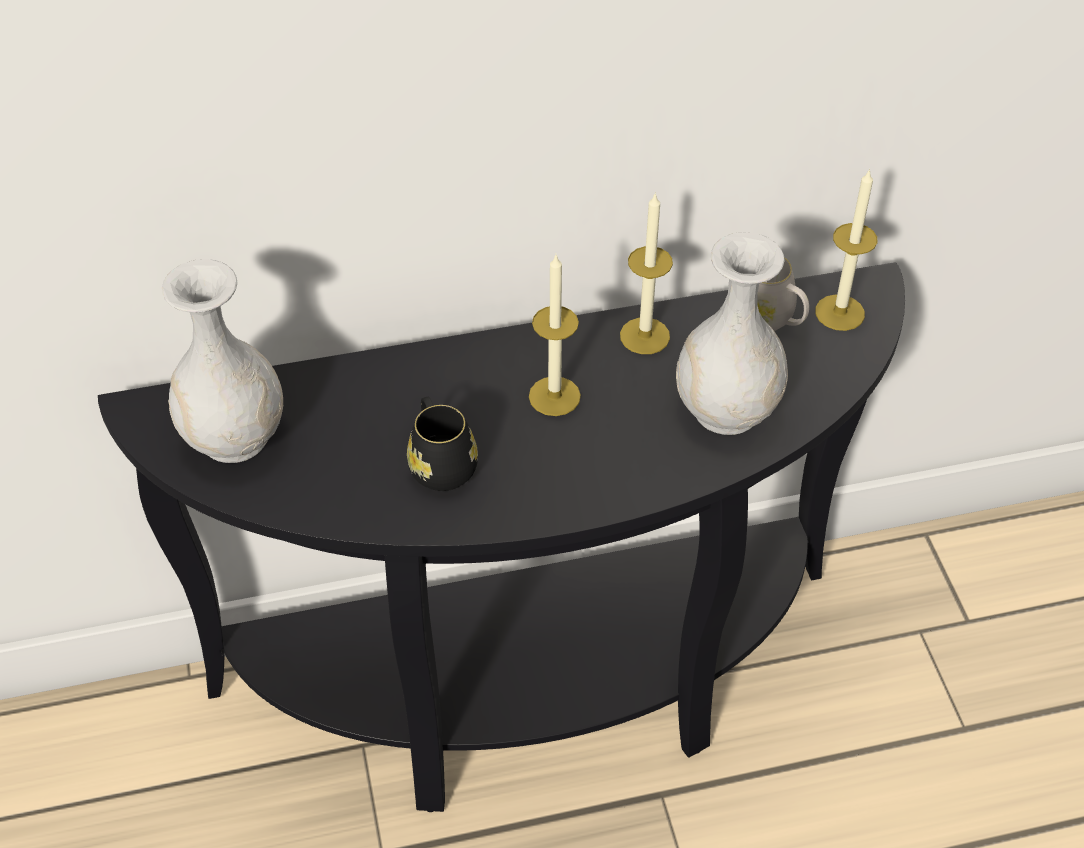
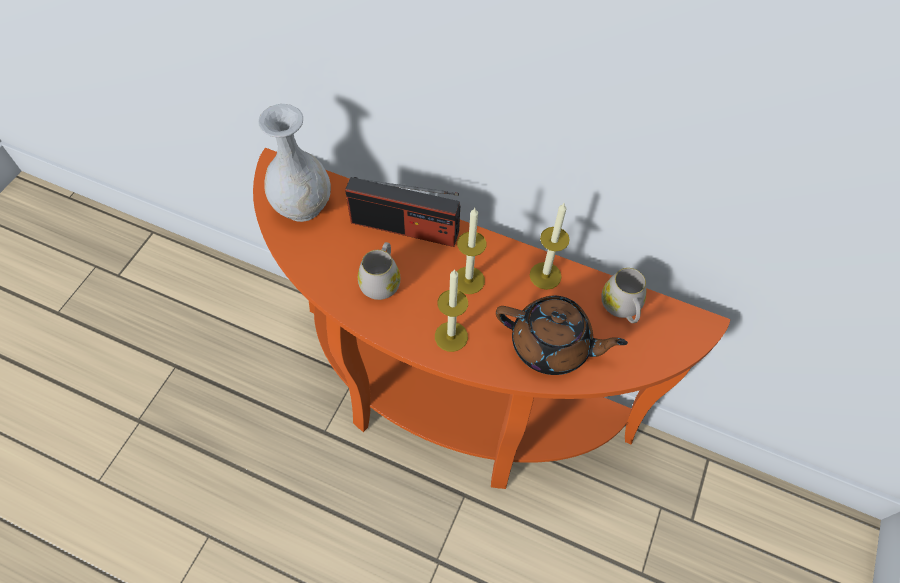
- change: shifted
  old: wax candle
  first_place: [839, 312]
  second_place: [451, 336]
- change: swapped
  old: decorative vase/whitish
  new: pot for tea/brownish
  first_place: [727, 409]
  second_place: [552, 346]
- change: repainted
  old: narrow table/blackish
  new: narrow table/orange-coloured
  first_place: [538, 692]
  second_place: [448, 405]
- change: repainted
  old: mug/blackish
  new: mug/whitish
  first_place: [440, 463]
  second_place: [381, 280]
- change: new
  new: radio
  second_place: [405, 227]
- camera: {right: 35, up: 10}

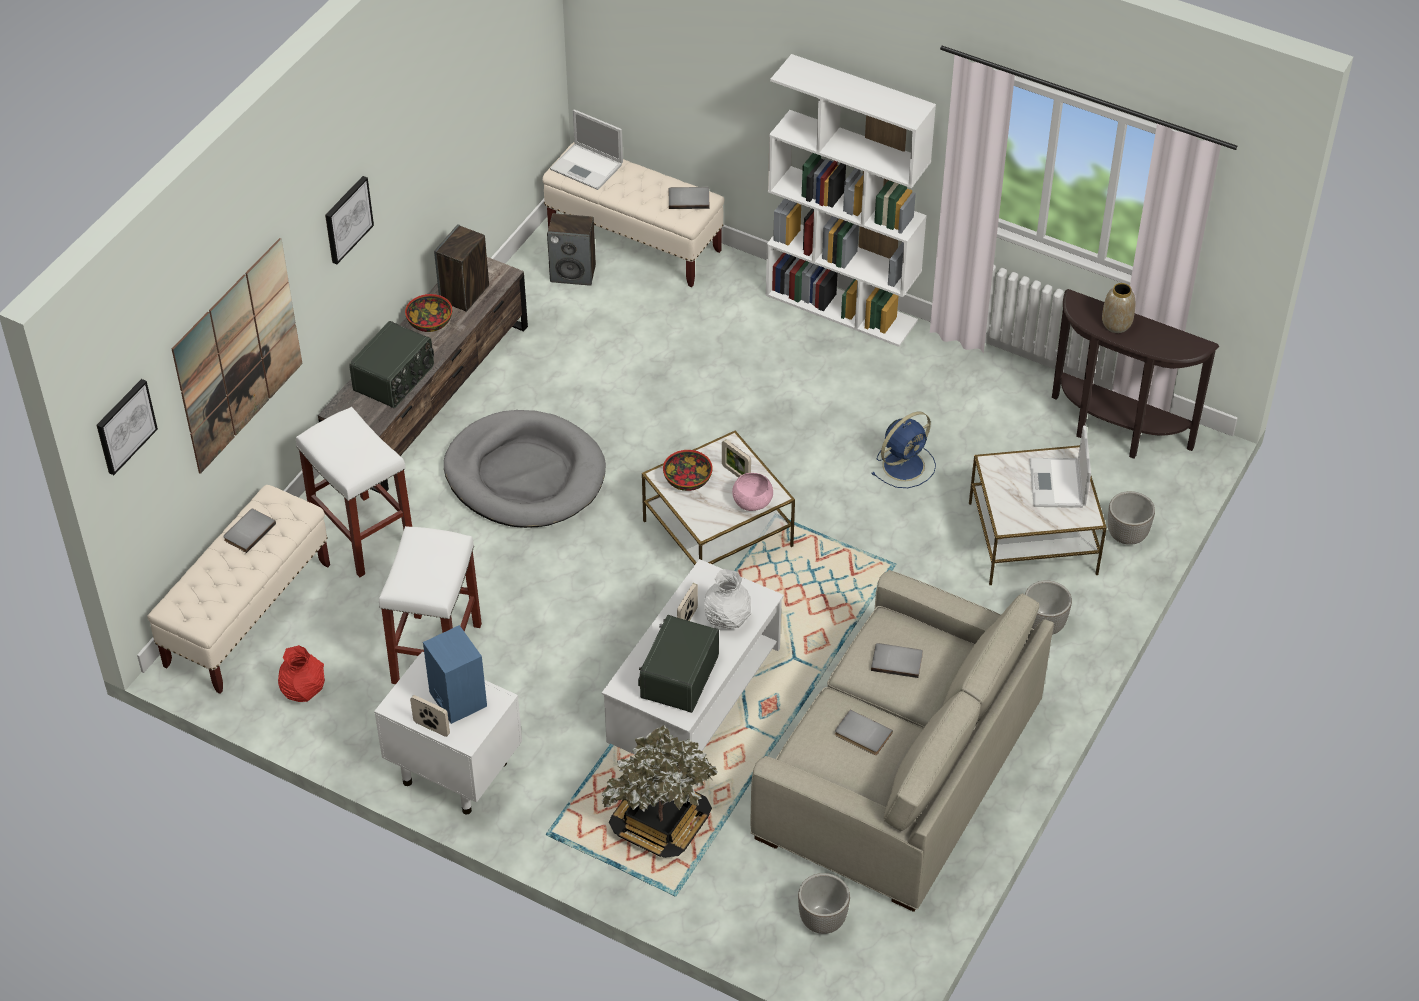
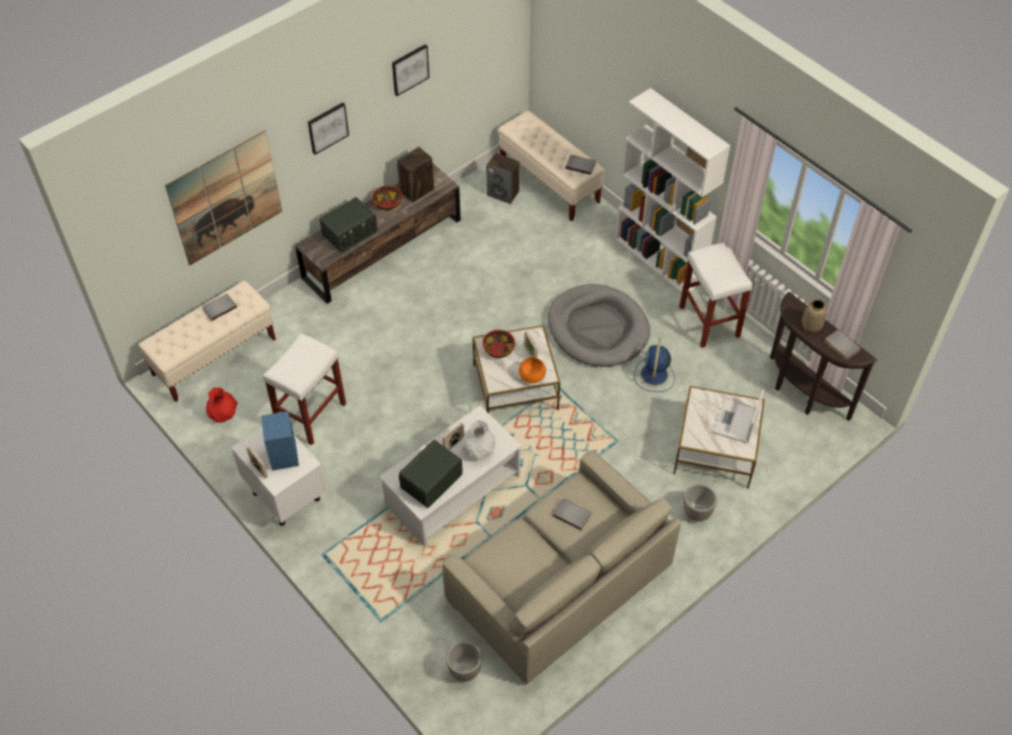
- change: gone
  old: laptop
  first_place: [588, 167]
- change: shifted
  old: picture
  first_place: [125, 426]
  second_place: [409, 69]
- change: shifted
  old: stool seat/whitish
  first_place: [364, 536]
  second_place: [710, 322]
- change: shifted
  old: dog bed/gray
  first_place: [525, 475]
  second_place: [597, 329]
- change: rotated
  old: cooling fan/blue
  first_place: [905, 464]
  second_place: [654, 375]
  degrees: 120
- change: repainted
  old: deep dish/pinkish
  new: deep dish/orange-coloured
  first_place: [752, 503]
  second_place: [532, 377]
- change: gone
  old: flower pot
  first_place: [1127, 536]
- change: shifted
  old: book/gray
  first_place: [862, 735]
  second_place: [841, 346]
- change: gone
  old: plant in a pot
  first_place: [661, 824]
- camera: {right: 20, up: 5}

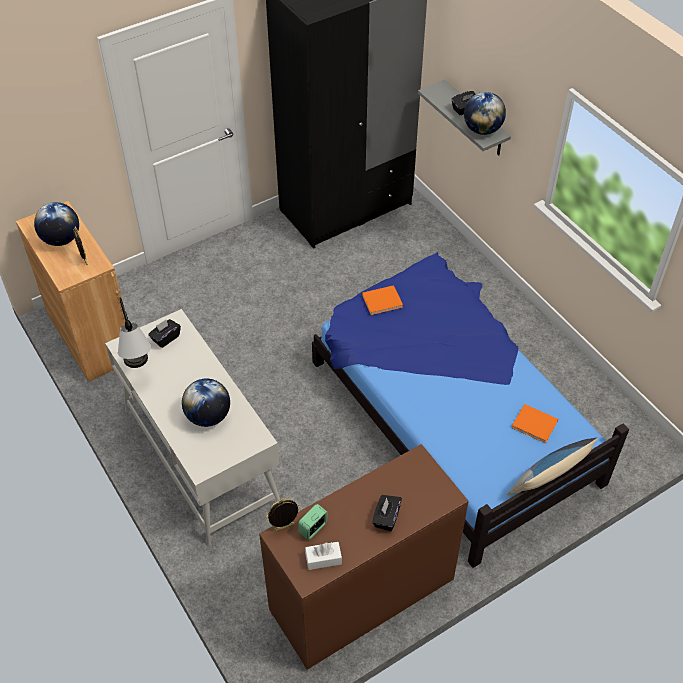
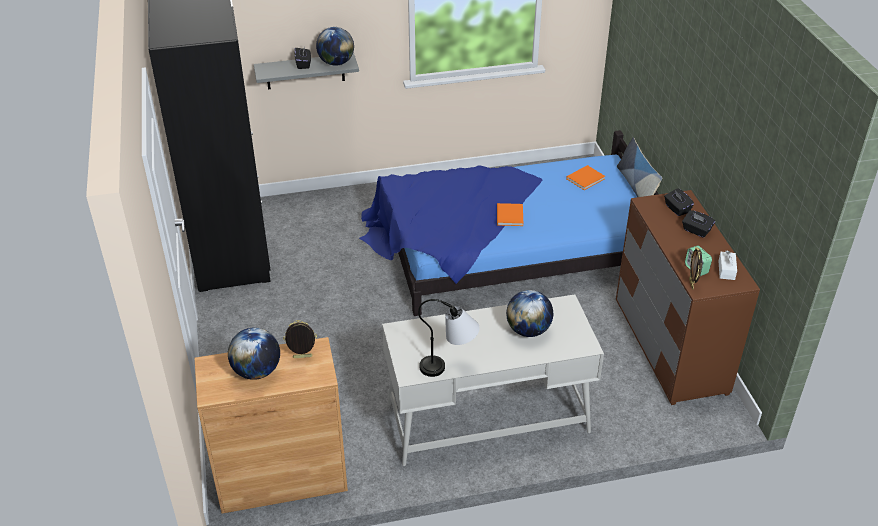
- change: shifted
  old: book/orange-coloured
  first_place: [383, 301]
  second_place: [509, 215]
- change: shifted
  old: tissue holder/blackish
  first_place: [166, 338]
  second_place: [677, 209]
- camera: {right: -70, up: -10}

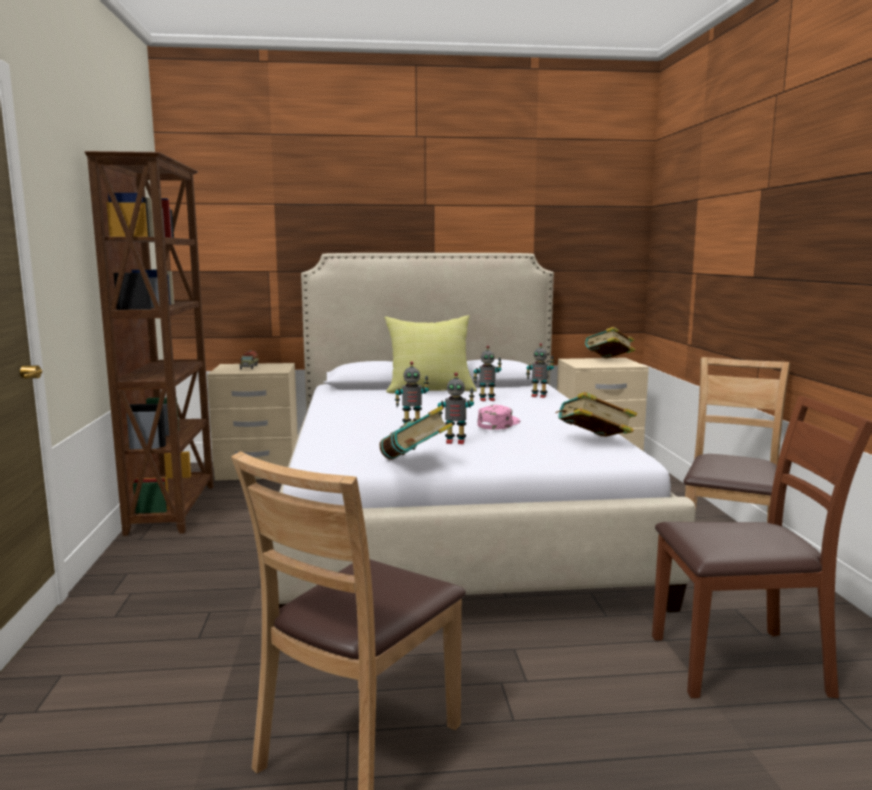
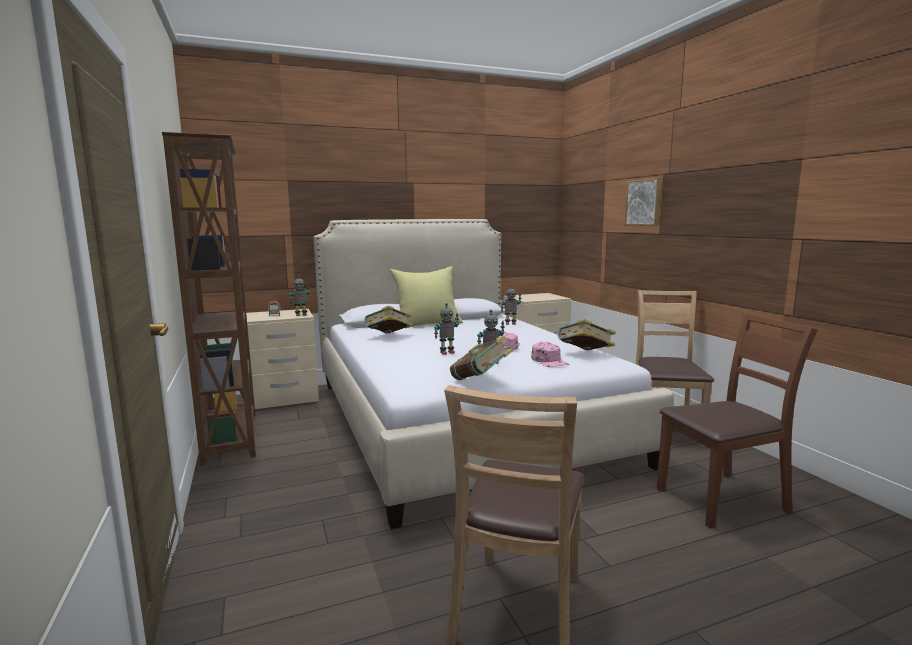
- change: shifted
  old: book
  first_place: [609, 361]
  second_place: [388, 337]
- change: shifted
  old: model robot
  first_place: [487, 399]
  second_place: [301, 315]
- change: new
  new: picture
  second_place: [645, 202]
- change: new
  new: peaked cap/pinkish
  second_place: [549, 361]
- camera: {right: -15, up: 0}

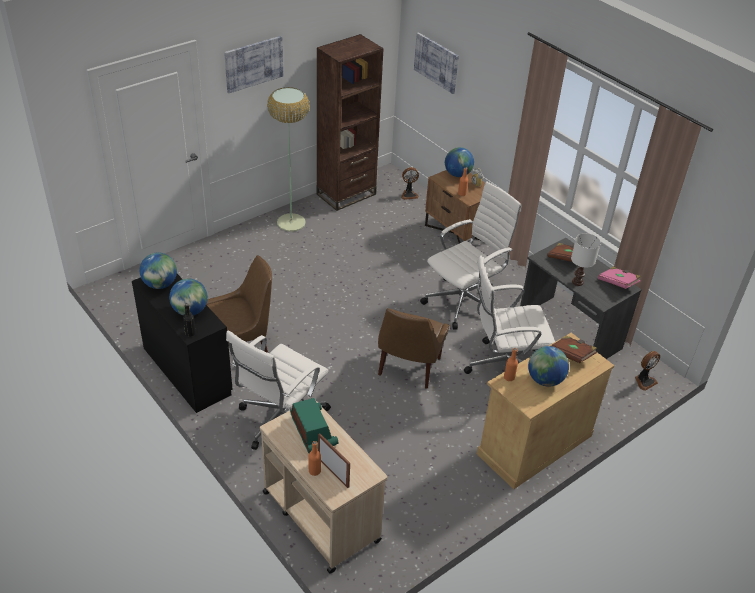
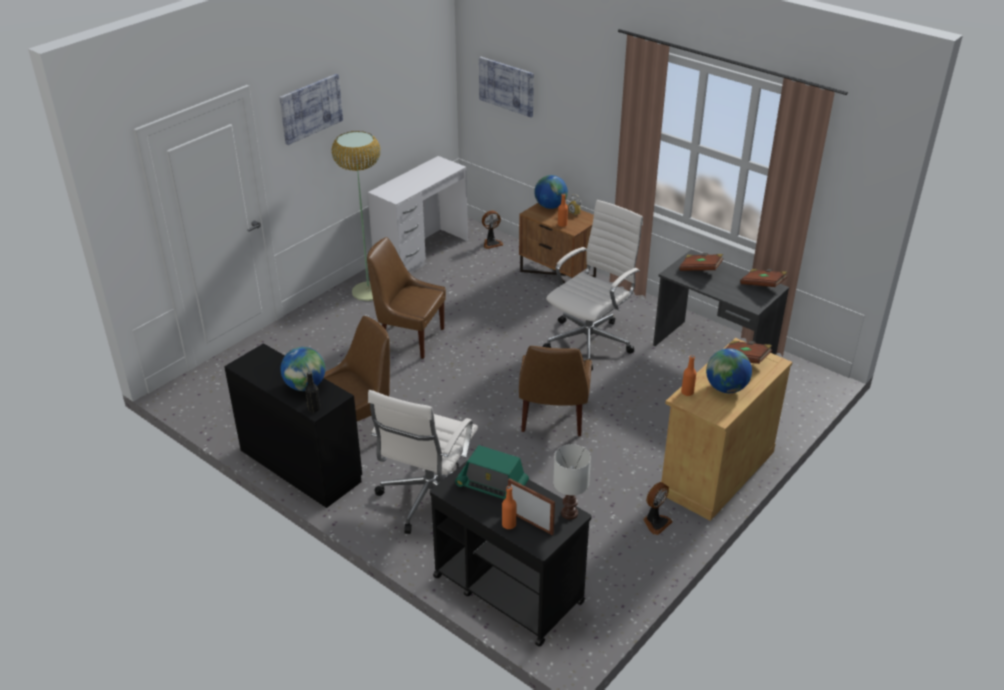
- change: swapped
  old: bookcase/brownish
  new: desk table/whitish
  first_place: [346, 194]
  second_place: [421, 253]
- change: shifted
  old: table lamp/whitish
  first_place: [577, 281]
  second_place: [569, 513]
- change: gone
  old: world globe
  first_place: [160, 284]
- change: gone
  old: desk chair/whitish
  first_place: [503, 369]
- change: repainted
  old: book/pinkish
  new: book/brownish
  first_place: [617, 283]
  second_place: [762, 285]
- change: shifted
  old: cooling fan
  first_place: [644, 381]
  second_place: [655, 522]
- change: rotated
  old: radio
  first_place: [313, 431]
  second_place: [492, 485]
  degrees: 150
- change: repainted
  old: wheeled cart/sand-coloured
  new: wheeled cart/blackish
  first_place: [320, 515]
  second_place: [507, 588]
- change: new
  new: chair/brownish
  second_place: [409, 338]
- camera: {right: -10, up: -5}

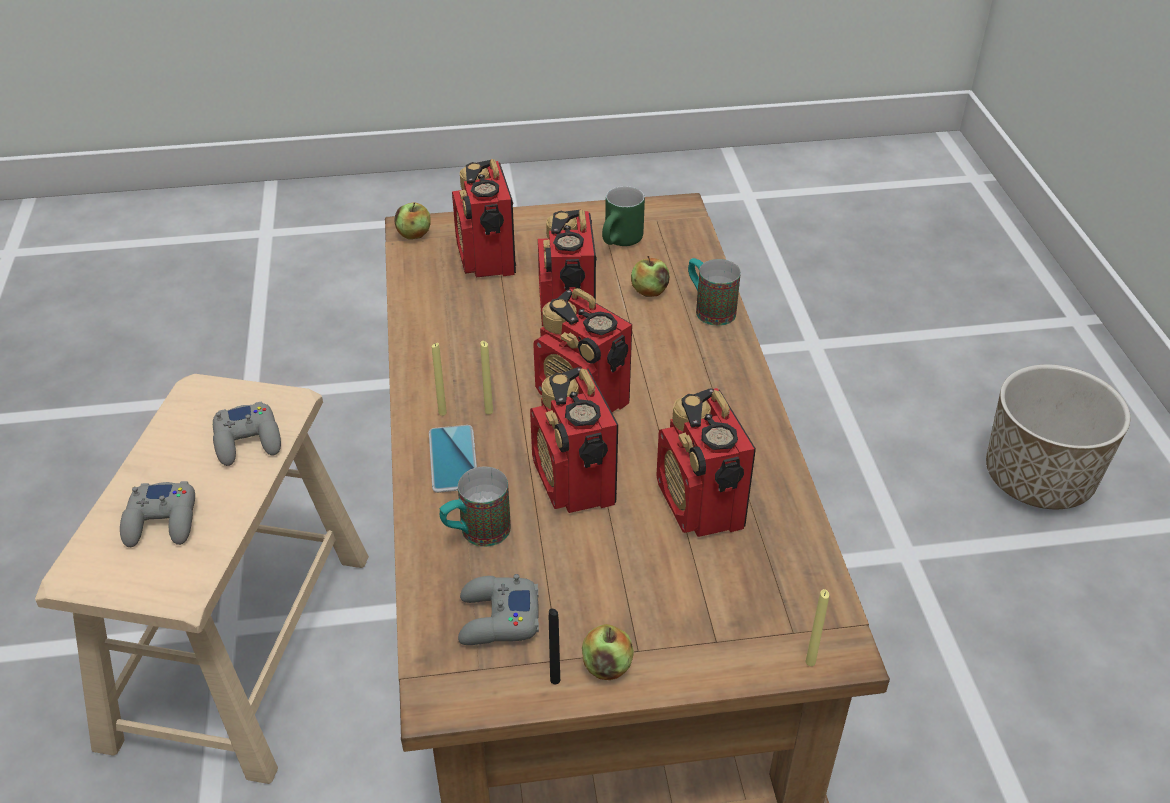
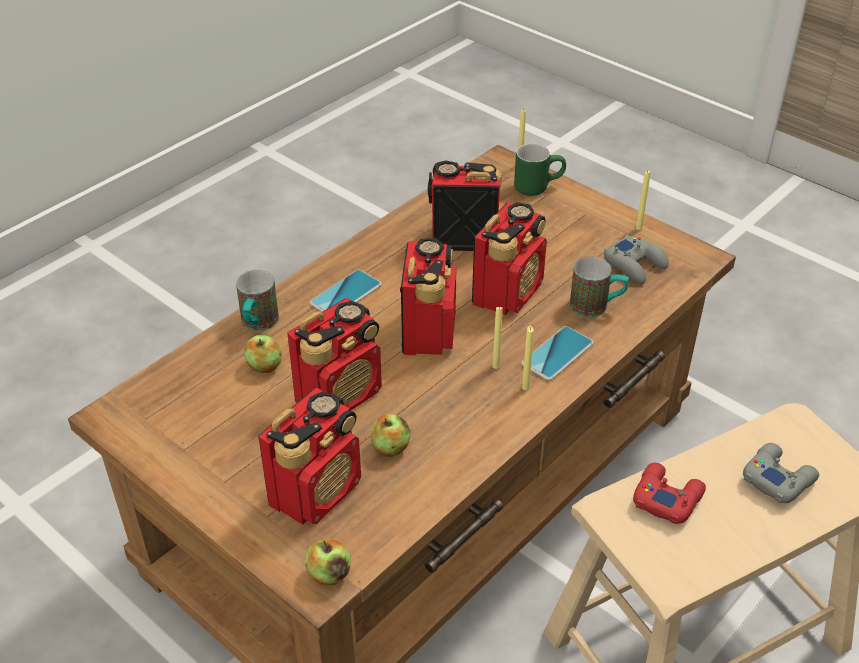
- change: shifted
  old: mug/green-coloured
  first_place: [622, 243]
  second_place: [537, 186]
- change: gone
  old: flower pot
  first_place: [1038, 478]
- change: rotated
  old: radio
  first_place: [700, 506]
  second_place: [463, 239]
  degrees: -120
- change: repainted
  old: game controller/gray
  new: game controller/red
  first_place: [248, 440]
  second_place: [666, 497]
- change: repainted
  old: wax candle/blackish
  new: wax candle/yellow
  first_place: [555, 680]
  second_place: [638, 228]
- change: shifted
  old: apple fruit
  first_place: [607, 666]
  second_place: [390, 447]
- change: new
  new: phone
  second_place: [346, 294]
- camera: {right: -130, up: 0}

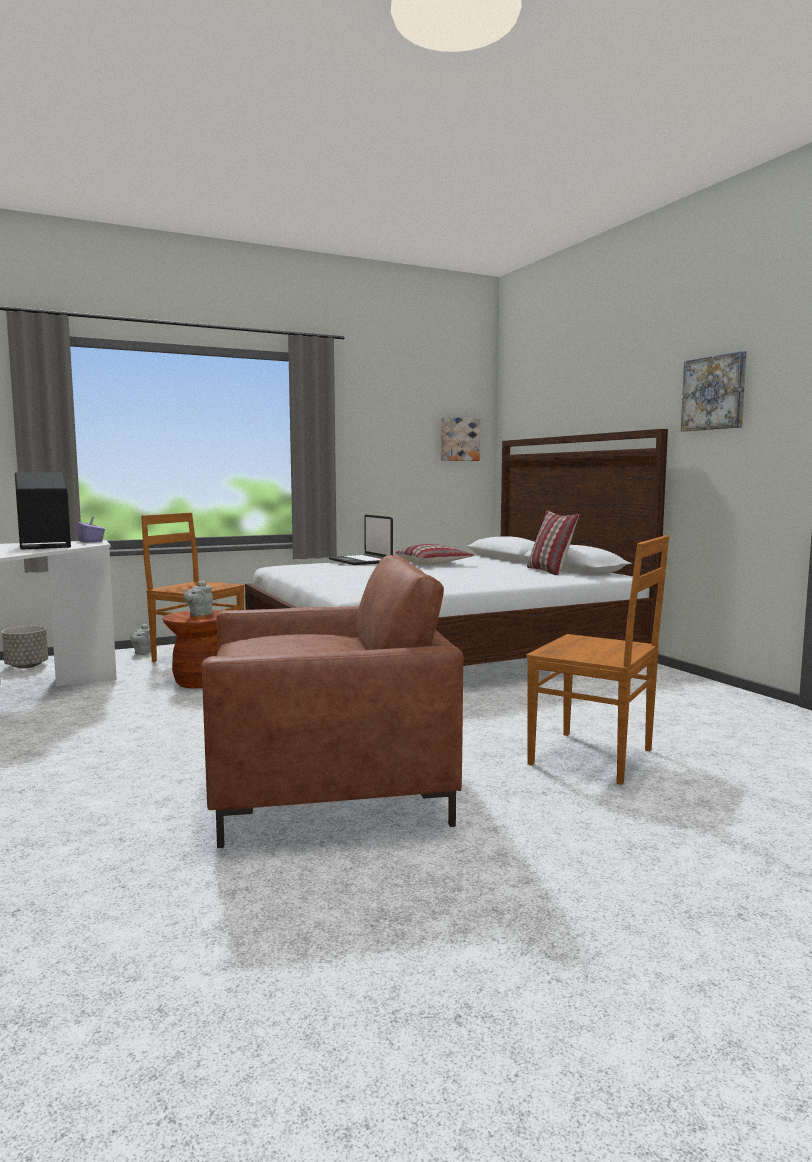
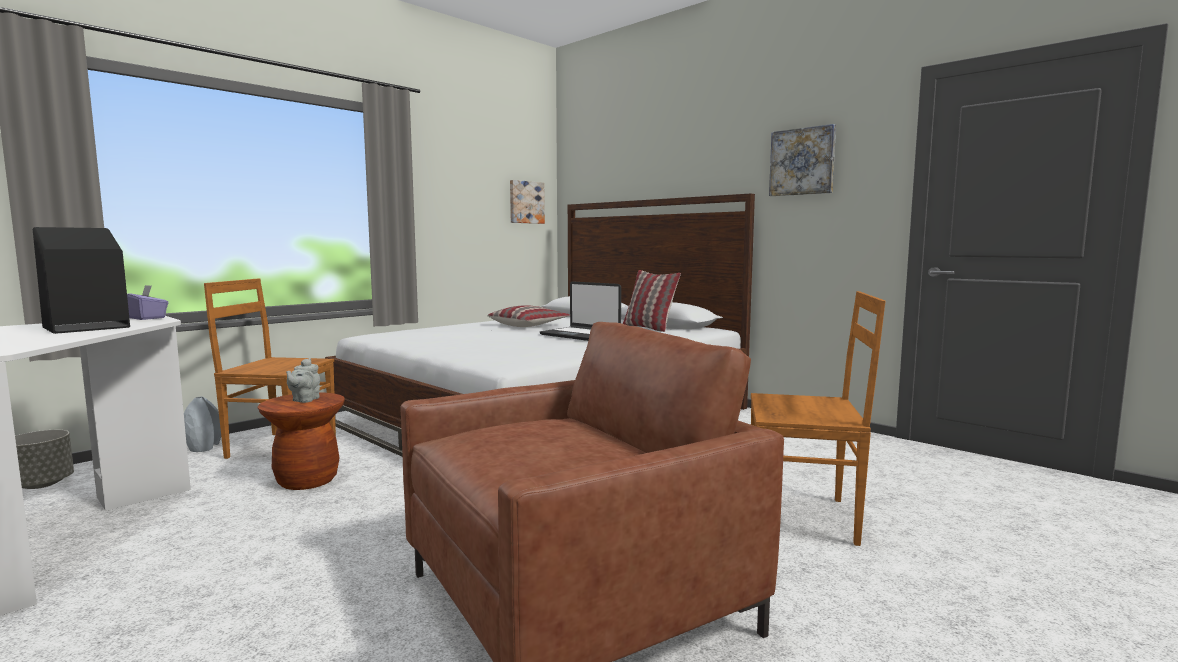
- change: shifted
  old: laptop
  first_place: [361, 561]
  second_place: [580, 335]
- change: swapped
  old: pot for tea/gray
  new: decorative vase/gray
  first_place: [143, 653]
  second_place: [204, 448]
- camera: {right: -20, up: 0}

